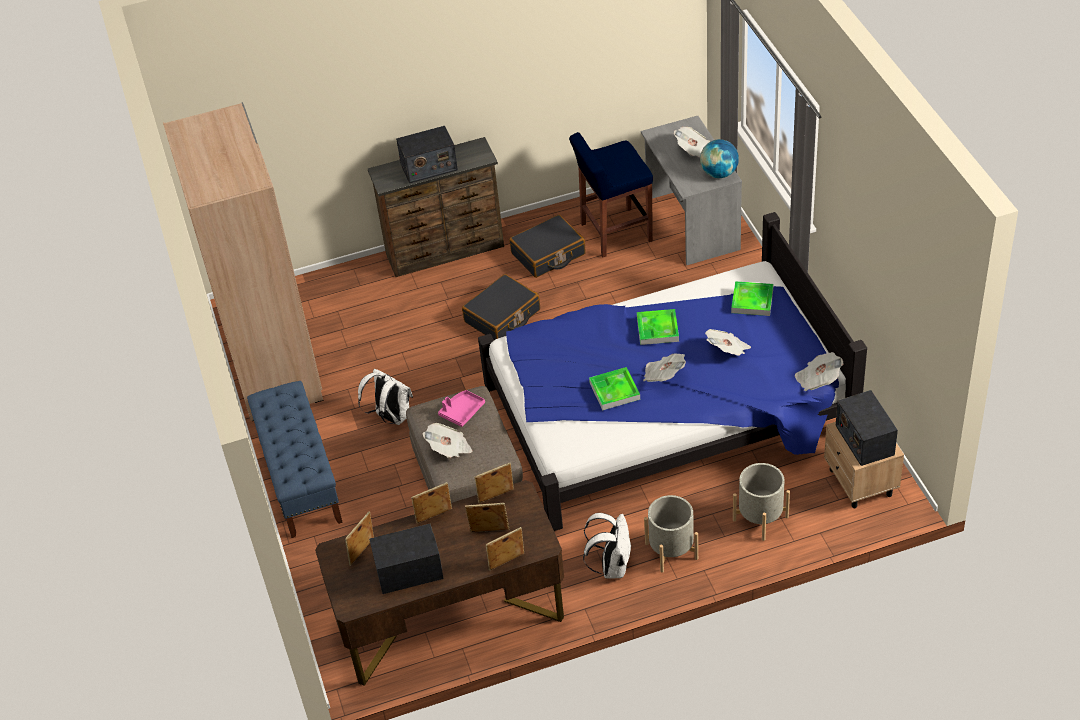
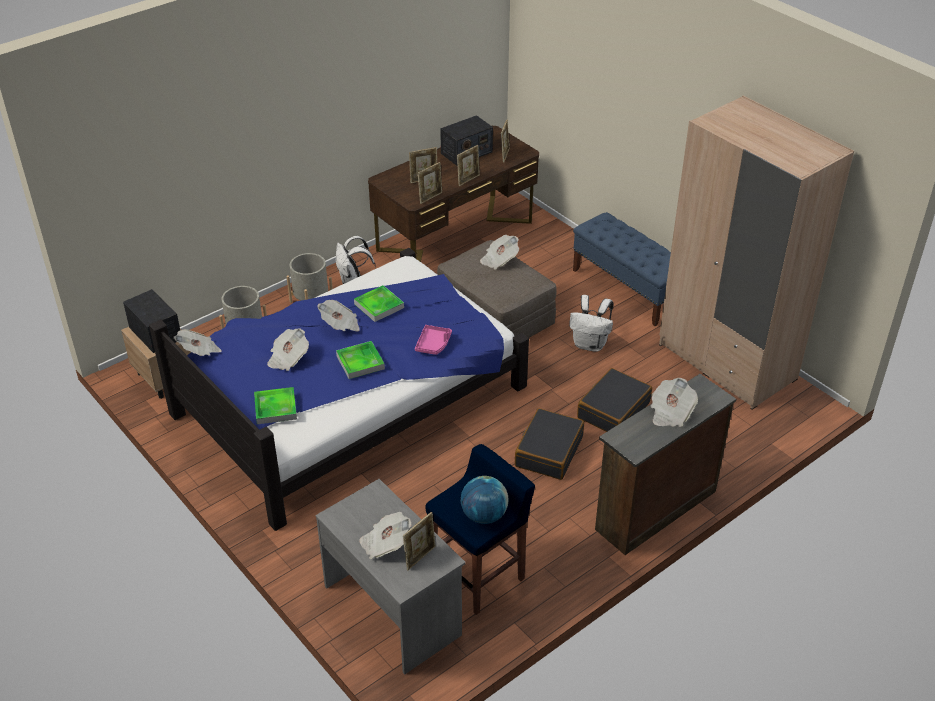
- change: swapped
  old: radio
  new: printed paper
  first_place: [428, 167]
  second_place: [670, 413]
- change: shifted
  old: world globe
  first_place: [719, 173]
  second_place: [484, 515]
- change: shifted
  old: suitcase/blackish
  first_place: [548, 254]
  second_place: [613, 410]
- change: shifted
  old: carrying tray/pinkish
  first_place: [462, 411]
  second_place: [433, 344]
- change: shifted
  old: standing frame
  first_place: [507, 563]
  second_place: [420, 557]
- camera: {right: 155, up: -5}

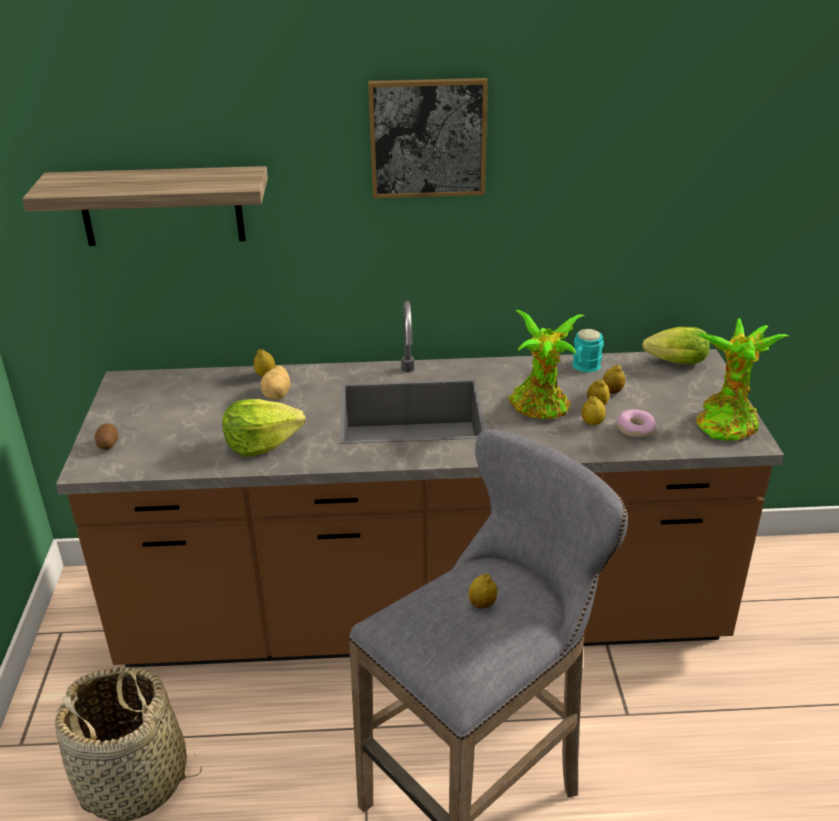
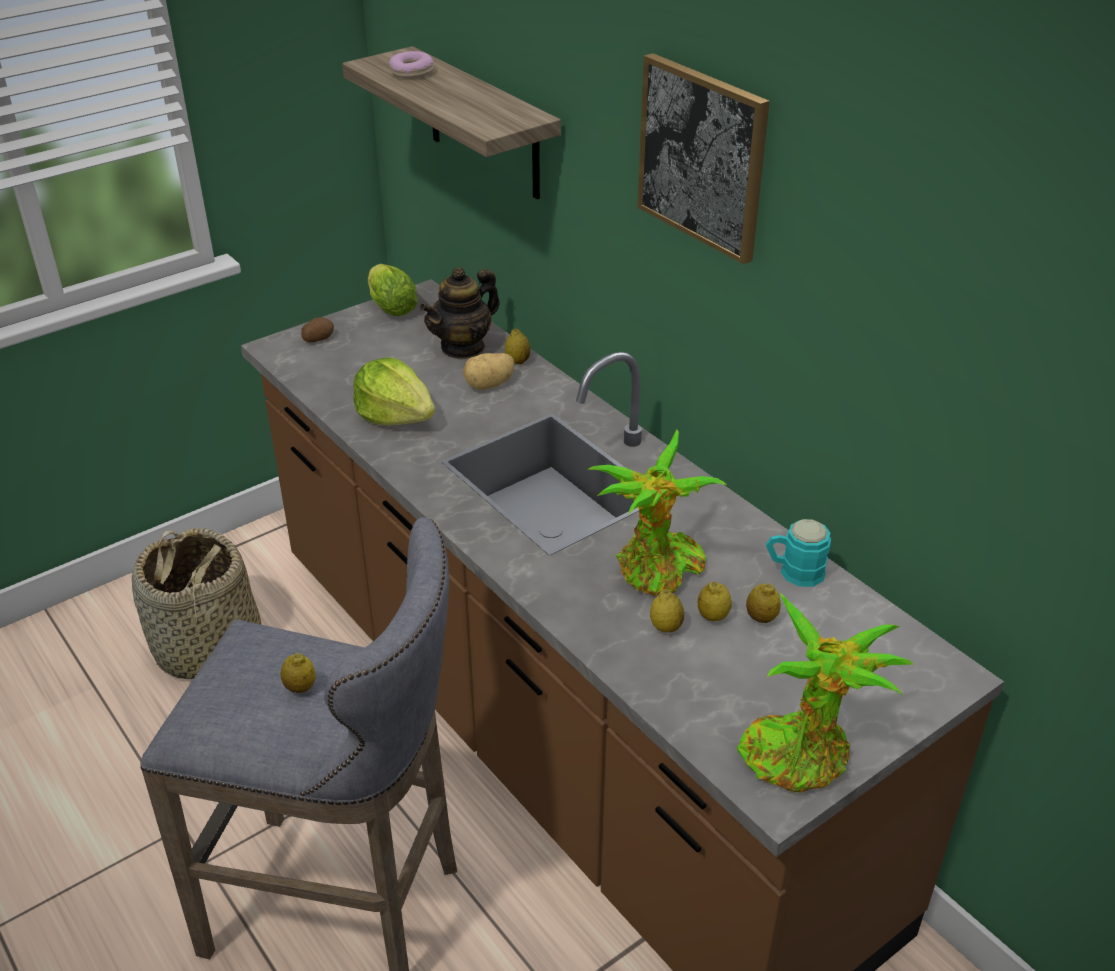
- change: shifted
  old: lettuce head
  first_place: [672, 362]
  second_place: [390, 306]
- change: shifted
  old: doughnut
  first_place: [635, 429]
  second_place: [411, 73]
- change: new
  new: pot for tea
  second_place: [463, 347]
- camera: {right: 55, up: 5}

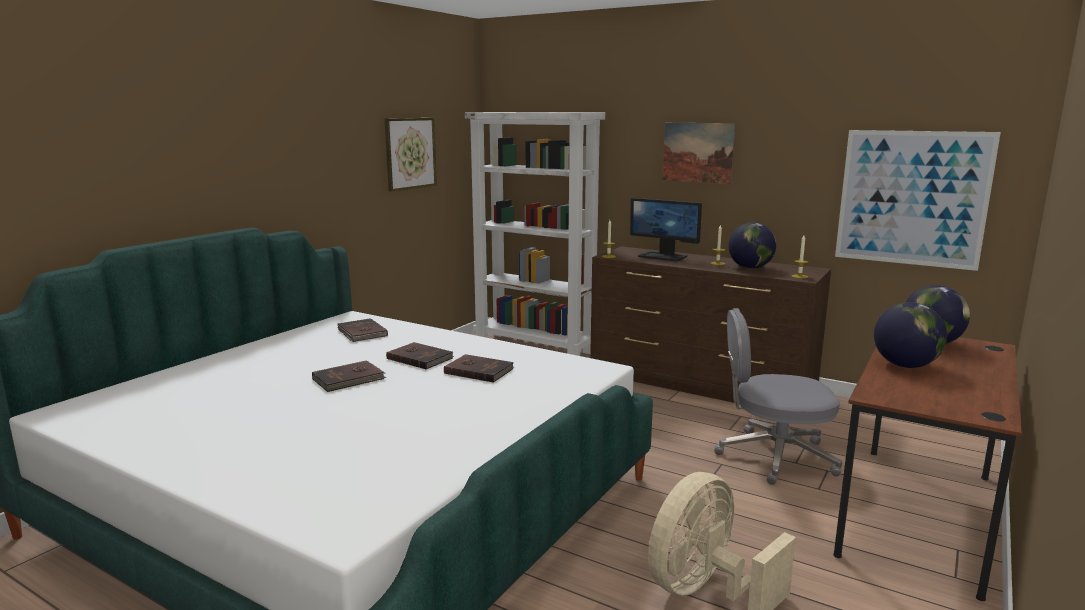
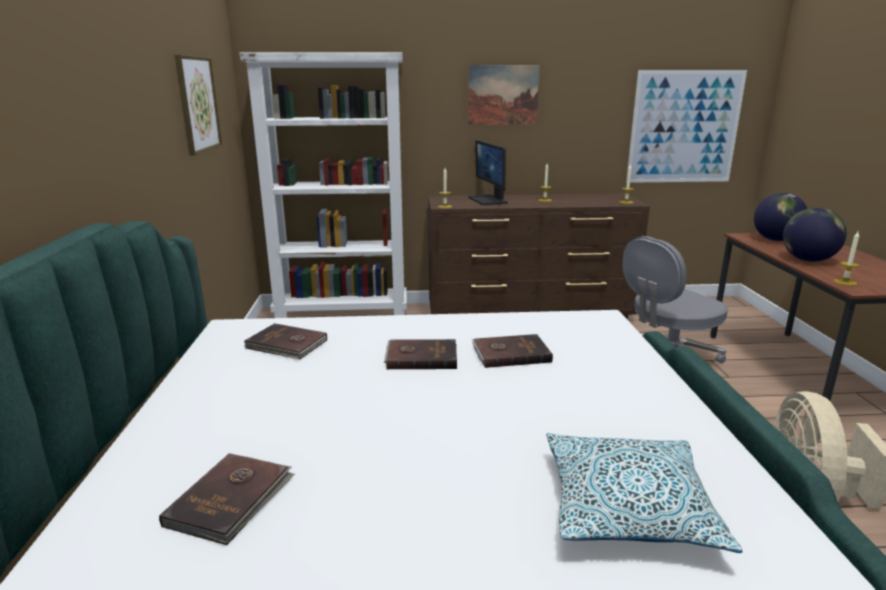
- change: rotated
  old: computer screen
  first_place: [663, 256]
  second_place: [488, 200]
  degrees: 75
- change: gone
  old: world globe
  first_place: [750, 268]
- change: shifted
  old: book/brownish
  first_place: [349, 379]
  second_place: [231, 500]
- change: new
  new: wax candle
  second_place: [845, 282]
- change: new
  new: throw pillow
  second_place: [627, 506]
- camera: {right: -35, up: 5}

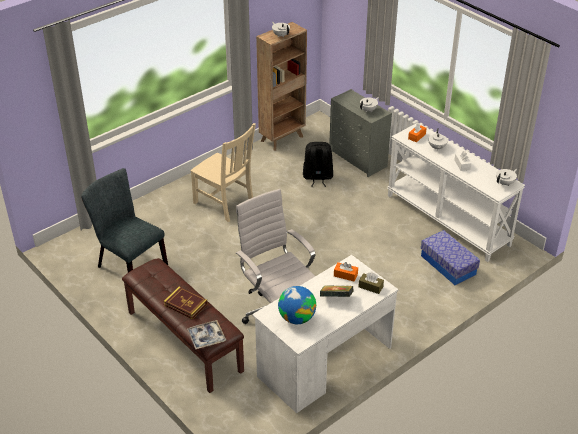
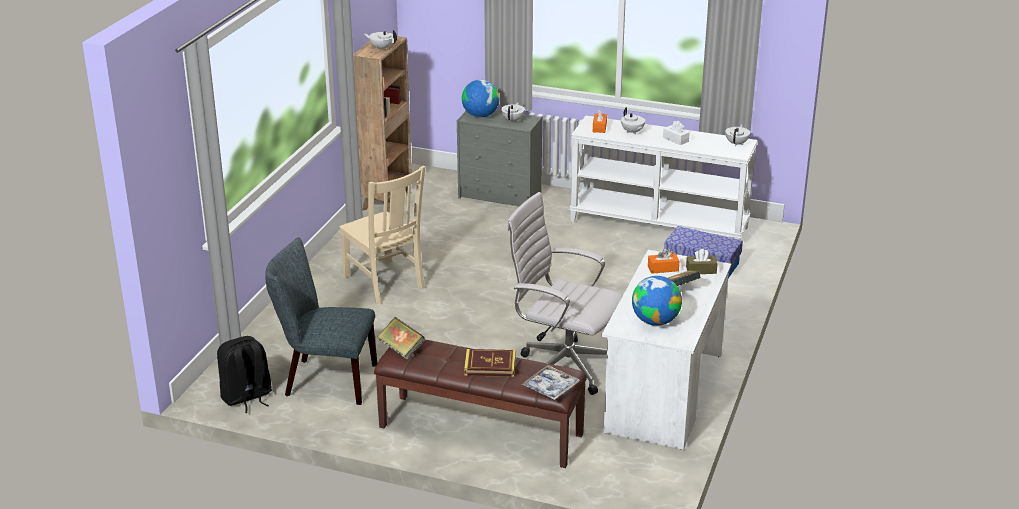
- change: rotated
  old: chair/sand-coloured
  first_place: [225, 204]
  second_place: [384, 283]
  degrees: 45
- change: shifted
  old: rucksack/blackish
  first_place: [317, 177]
  second_place: [246, 397]
- change: new
  new: world globe
  second_place: [480, 116]
- change: new
  new: book
  second_place: [401, 349]
- camera: {right: -30, up: -10}

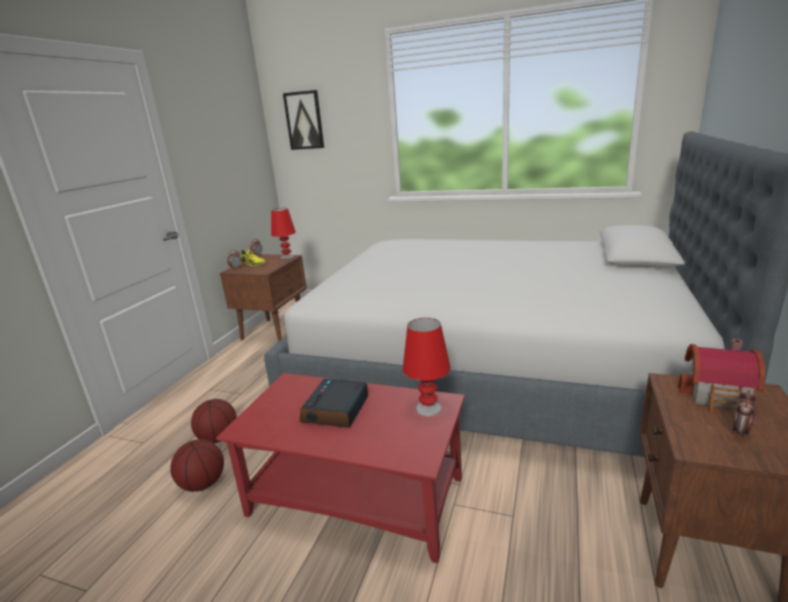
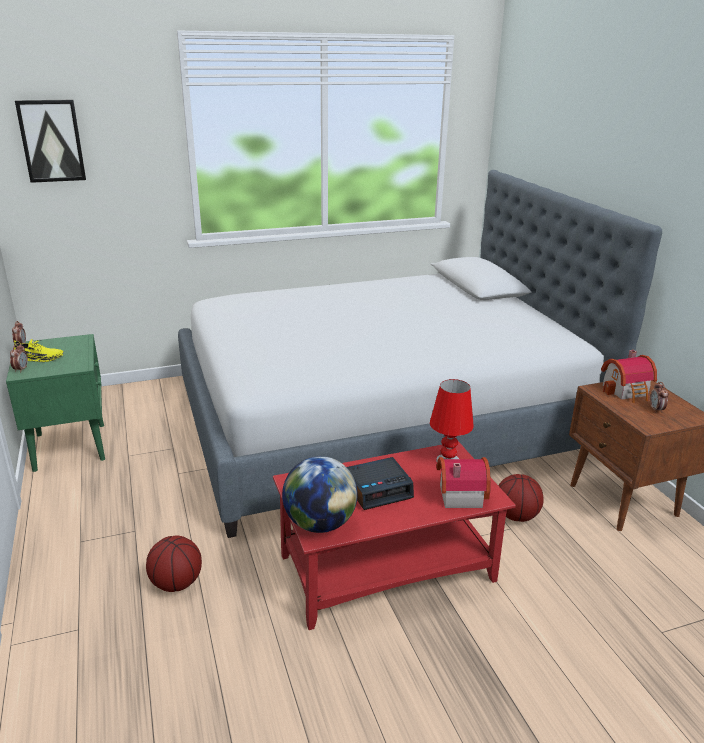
- change: gone
  old: table lamp/red
  first_place: [287, 257]
- change: repainted
  old: nightstand/brownish
  new: nightstand/green-coloured
  first_place: [275, 330]
  second_place: [71, 446]
- change: rotated
  old: table clock
  first_place: [336, 410]
  second_place: [378, 489]
  degrees: -90
- change: shifted
  old: basketball ball
  first_place: [203, 484]
  second_place: [516, 516]
- change: new
  new: world globe
  second_place: [320, 523]
- change: new
  new: model house
  second_place: [458, 494]
- camera: {right: -40, up: 5}

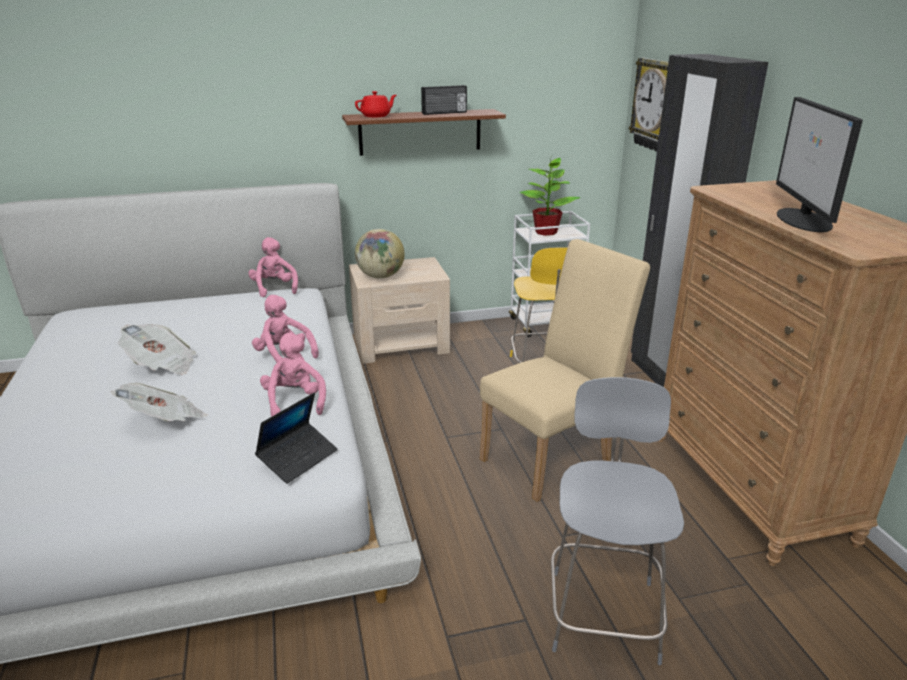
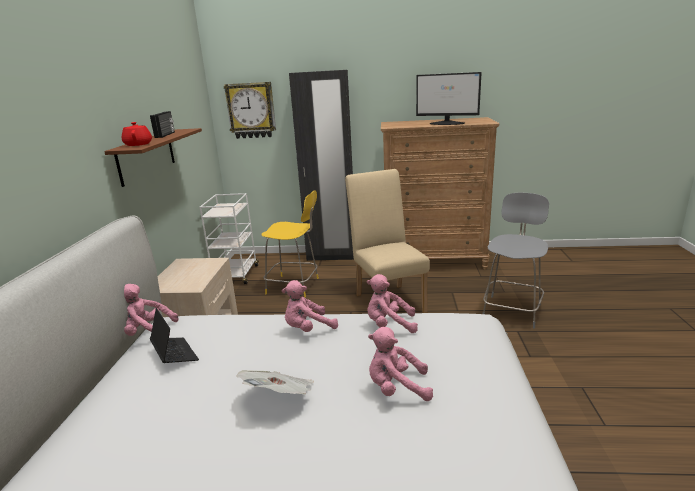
- change: gone
  old: plant in a pot
  first_place: [546, 232]
- change: gone
  old: world globe
  first_place: [380, 276]
- change: rotated
  old: chair/gray
  first_place: [604, 611]
  second_place: [512, 310]
  degrees: 90
- change: swapped
  old: printed paper
  new: plush toy/pinkish
  first_place: [165, 420]
  second_place: [396, 388]
- change: shifted
  old: laptop
  first_place: [298, 458]
  second_place: [175, 354]
- camera: {right: -70, up: -5}

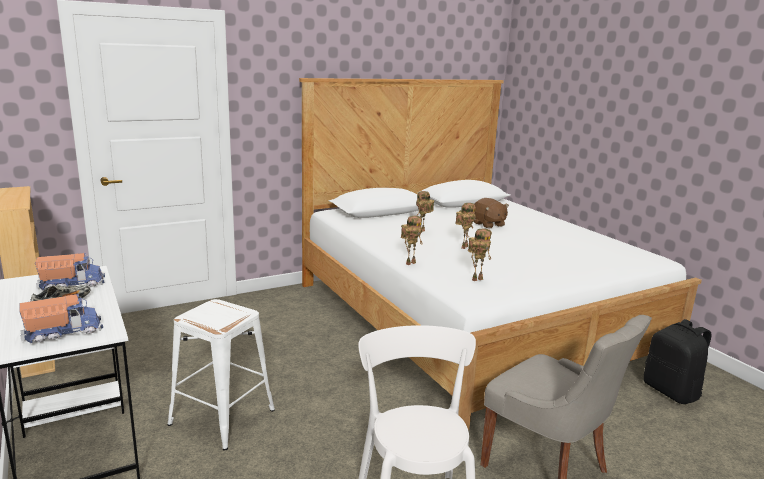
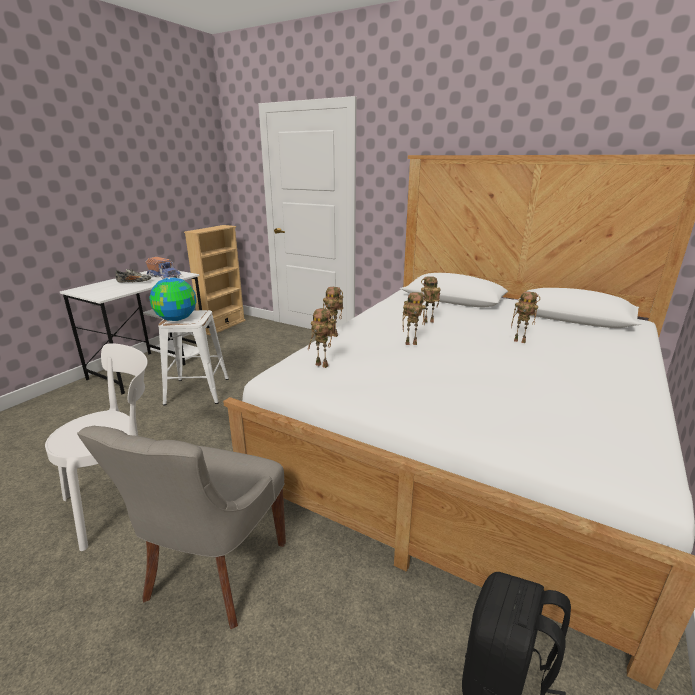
- change: swapped
  old: plush toy/brownish
  new: model robot
  first_place: [488, 224]
  second_place: [520, 341]
- change: gone
  old: model truck
  first_place: [63, 332]
- change: new
  new: world globe
  second_place: [177, 319]
- camera: {right: 60, up: 5}

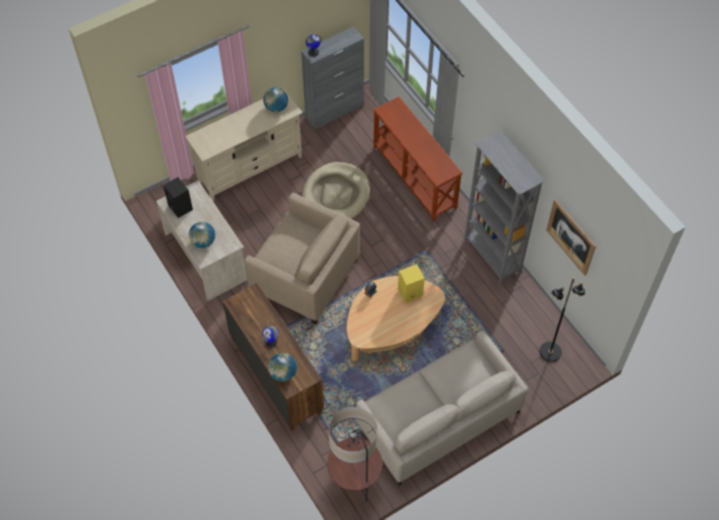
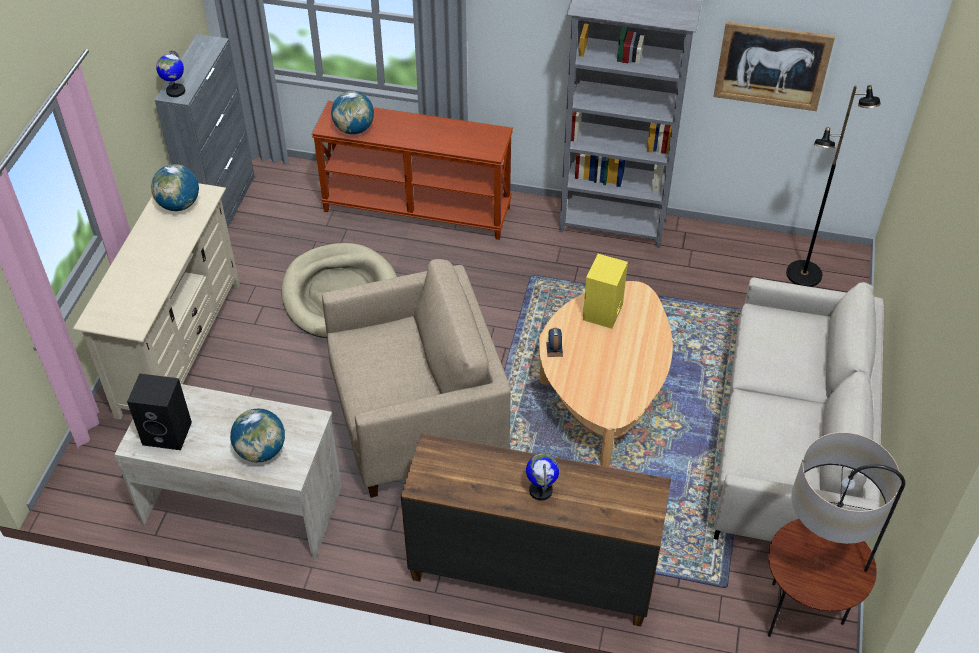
- change: shifted
  old: world globe
  first_place: [283, 373]
  second_place: [354, 129]
- camera: {right: -45, up: -10}

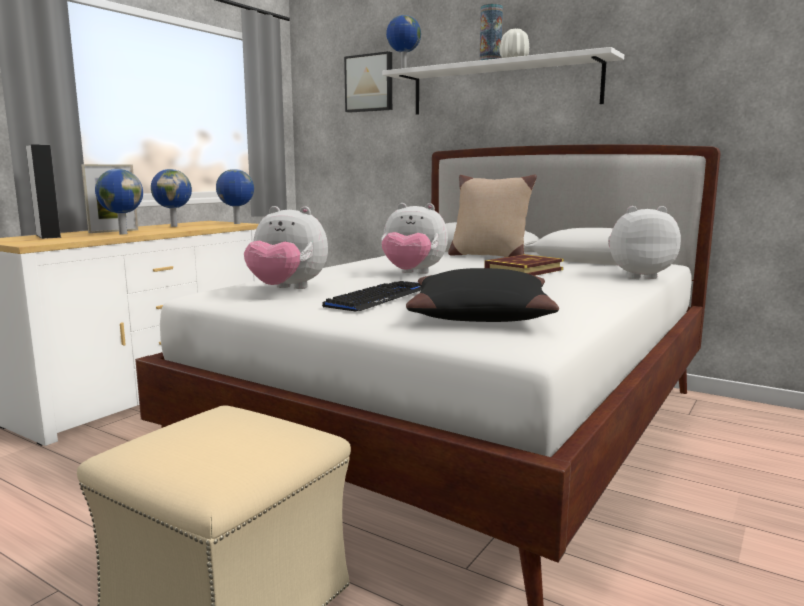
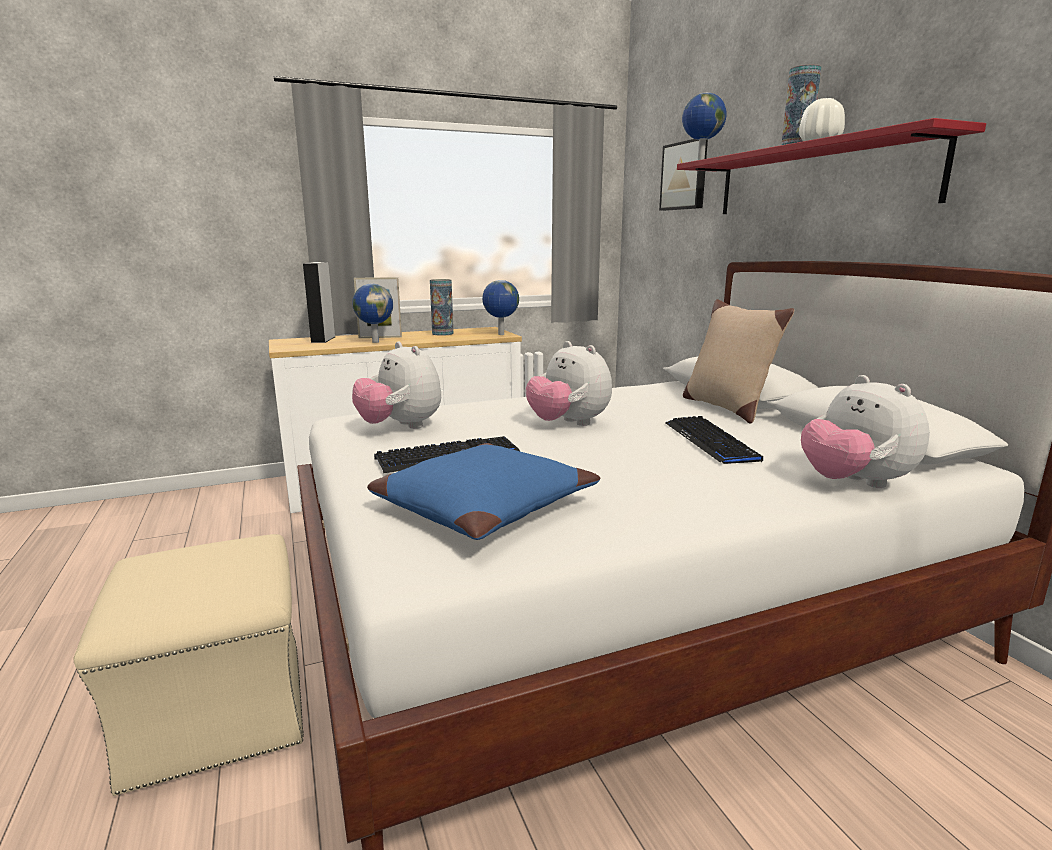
- change: repainted
  old: wall shelf/whitish
  new: wall shelf/red
  first_place: [502, 88]
  second_place: [816, 179]
- change: swapped
  old: world globe
  new: decorative vase
  first_place: [174, 226]
  second_place: [442, 333]
- change: rotated
  old: plush toy
  first_place: [638, 276]
  second_place: [854, 483]
  degrees: -150
- change: swapped
  old: book
  new: computer keyboard
  first_place: [524, 271]
  second_place: [710, 441]
- change: repainted
  old: throw pillow/blackish
  new: throw pillow/blue
  first_place: [479, 314]
  second_place: [483, 507]
- camera: {right: 35, up: 5}

